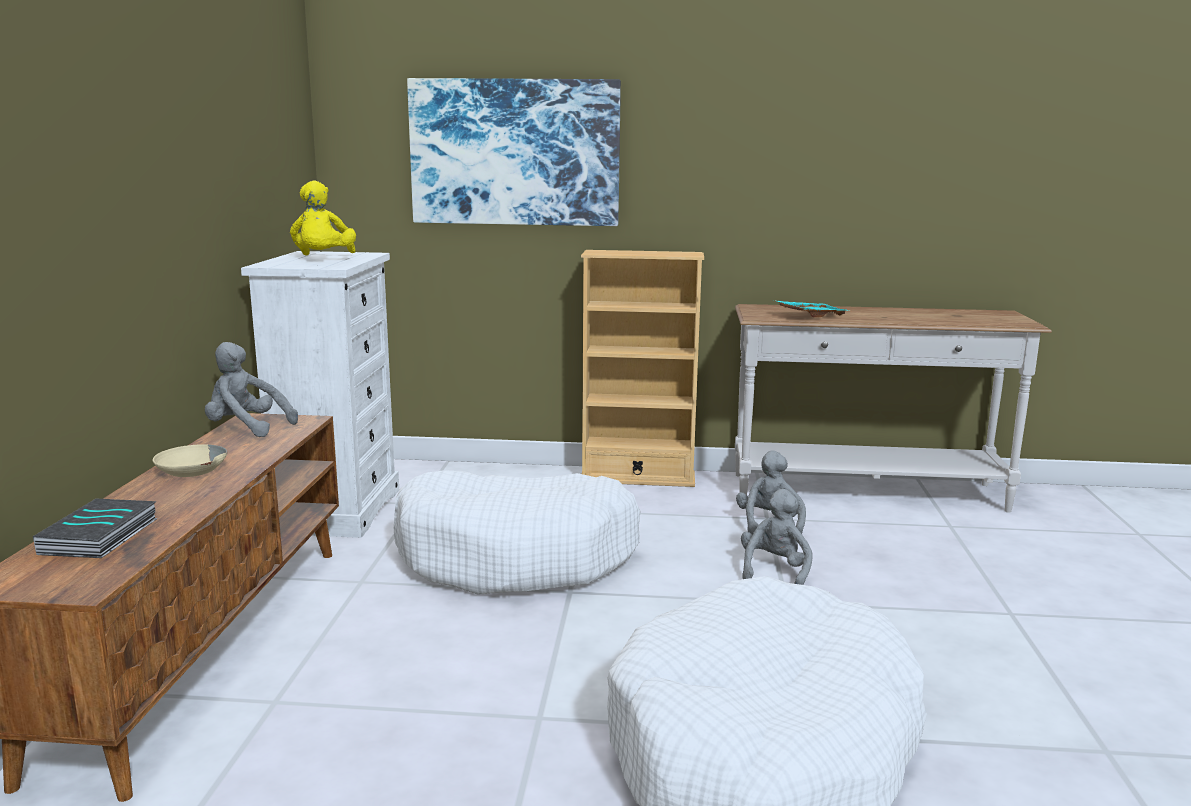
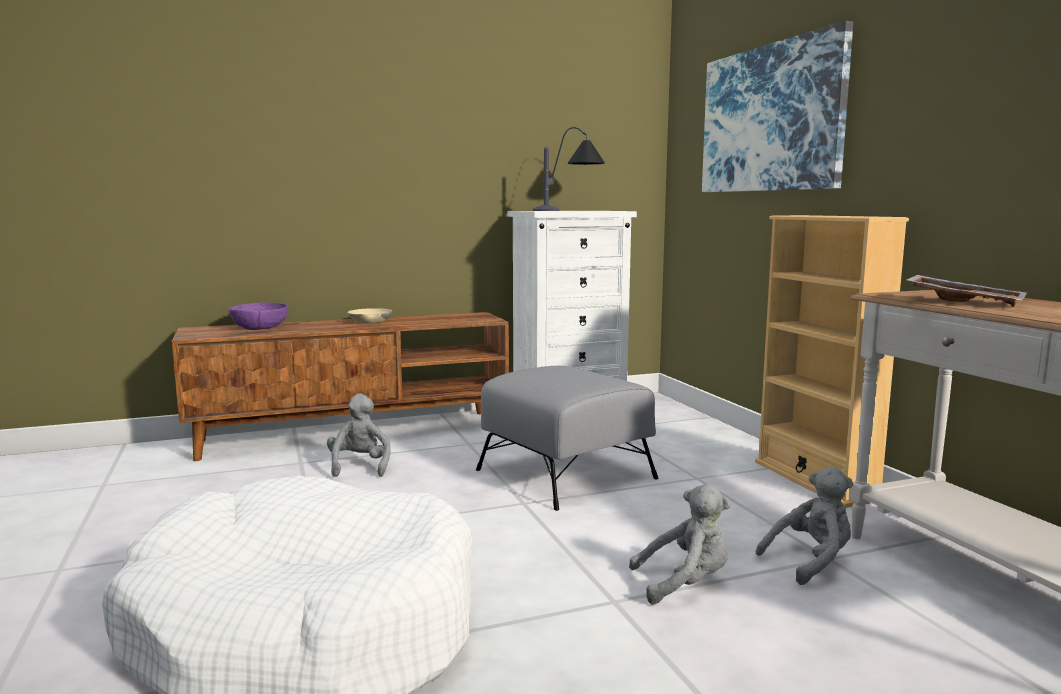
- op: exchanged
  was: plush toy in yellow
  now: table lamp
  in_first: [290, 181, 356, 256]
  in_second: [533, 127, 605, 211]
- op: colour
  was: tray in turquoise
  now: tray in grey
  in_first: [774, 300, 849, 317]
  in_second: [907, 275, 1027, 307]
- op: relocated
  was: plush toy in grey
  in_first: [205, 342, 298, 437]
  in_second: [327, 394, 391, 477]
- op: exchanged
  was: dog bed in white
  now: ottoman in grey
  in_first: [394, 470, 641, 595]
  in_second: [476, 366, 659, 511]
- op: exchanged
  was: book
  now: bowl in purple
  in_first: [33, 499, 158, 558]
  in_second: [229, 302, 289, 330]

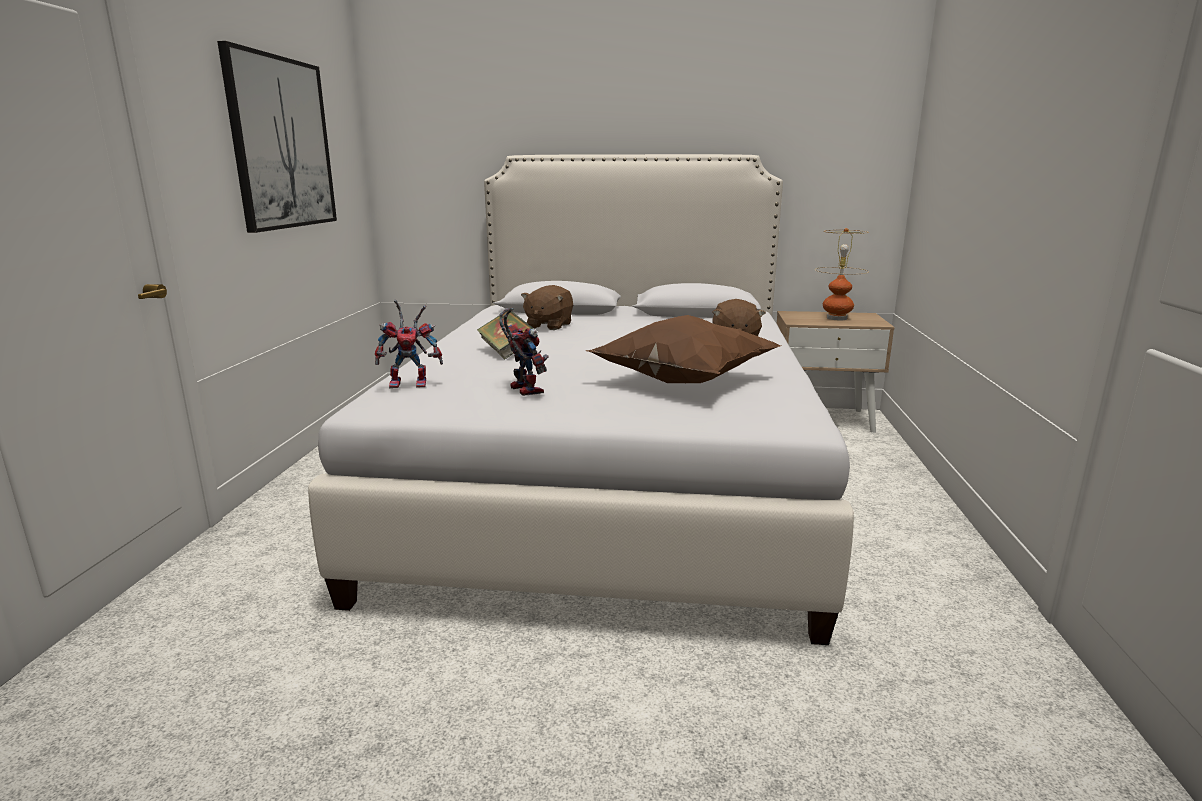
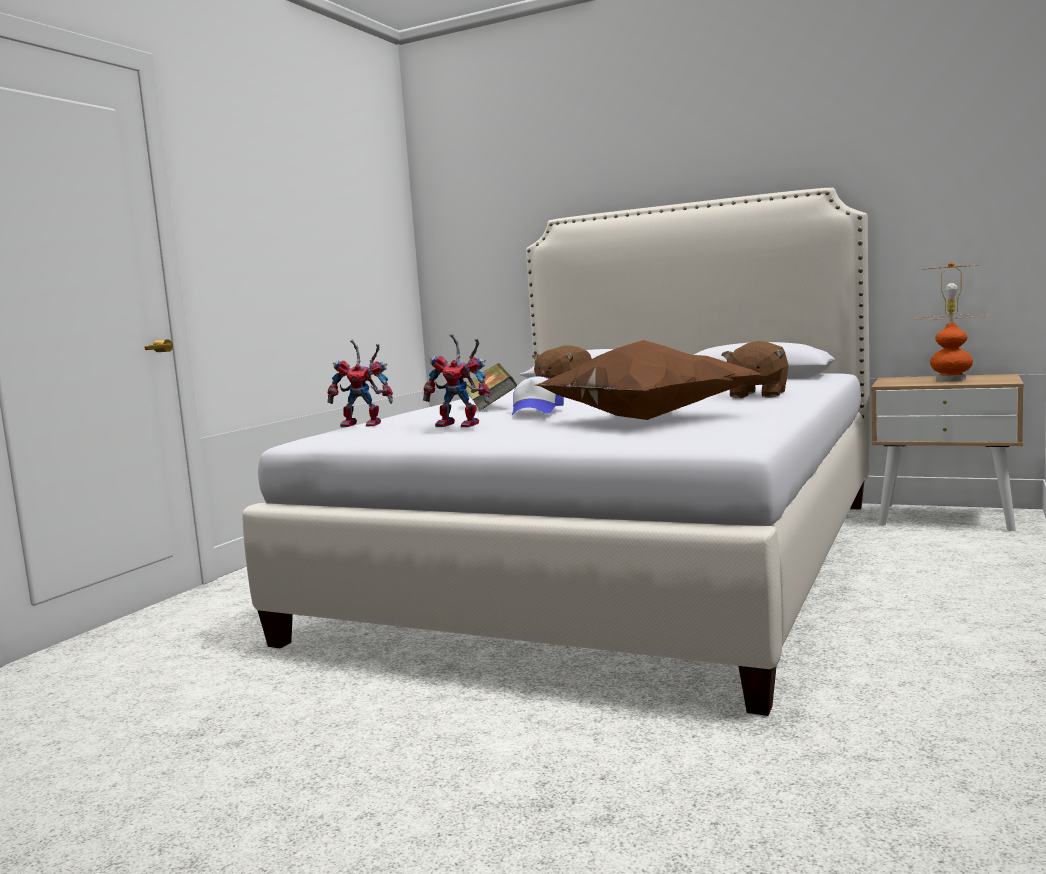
- op: missing
  was: picture
  in_first: [217, 41, 337, 233]
- op: spun
  was: toy robot
  in_first: [499, 308, 549, 396]
  in_second: [423, 334, 490, 427]
  clockwise: 120
- op: appeared
  now: cap
  in_second: [512, 376, 564, 415]

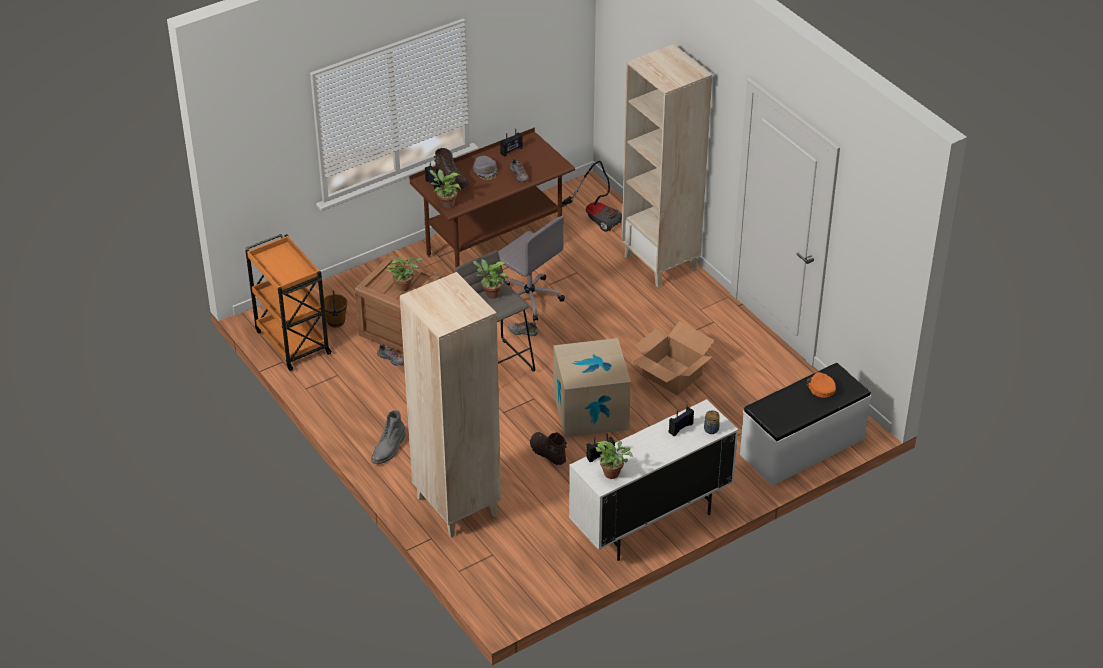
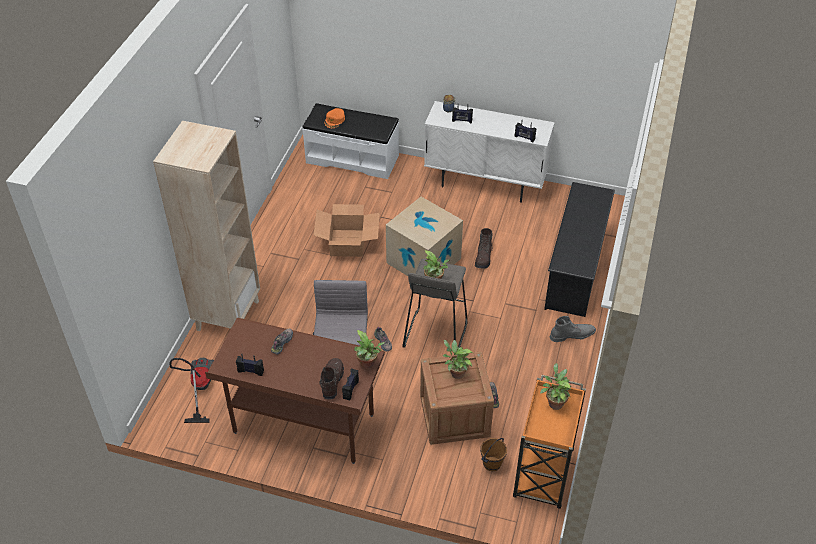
- op: missing
  was: cap in grey
  in_first: [473, 156, 498, 180]
- op: exchanged
  was: bookcase in beige
  now: shoe rack in black
  in_first: [400, 272, 501, 538]
  in_second: [544, 182, 615, 317]
- op: relocated
  was: potted plant
  in_first: [596, 441, 633, 479]
  in_second: [540, 363, 571, 410]

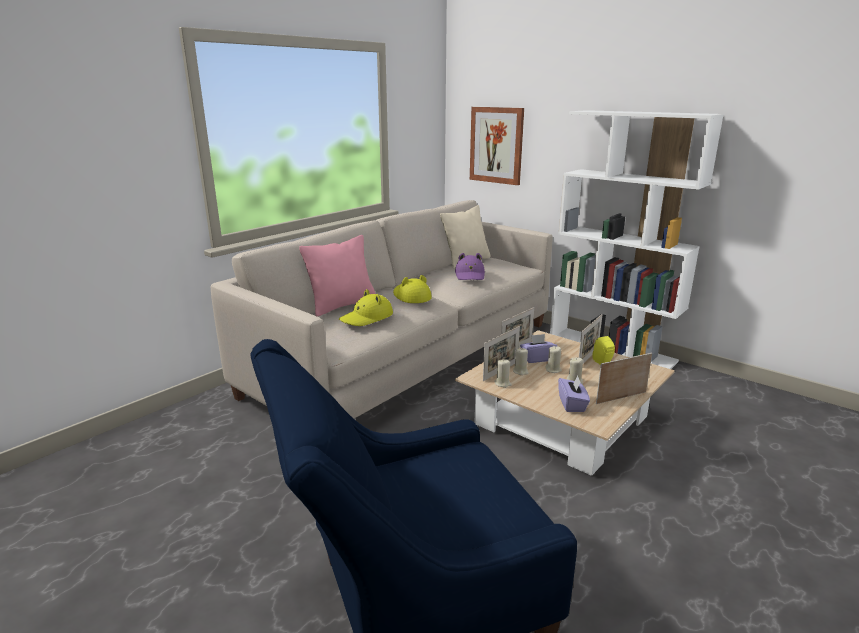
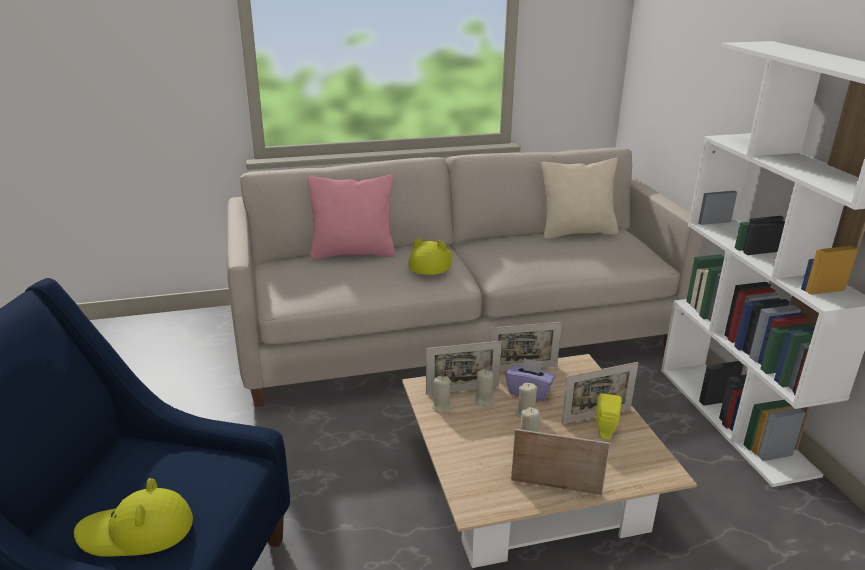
- op: missing
  was: picture
  in_first: [470, 107, 524, 185]
- op: missing
  was: hat in purple
  in_first: [455, 253, 485, 280]
- op: relocated
  was: hat in yellow
  in_first: [339, 289, 393, 326]
  in_second: [74, 478, 193, 557]
- op: missing
  was: tissue box in purple
  in_first: [558, 376, 590, 412]

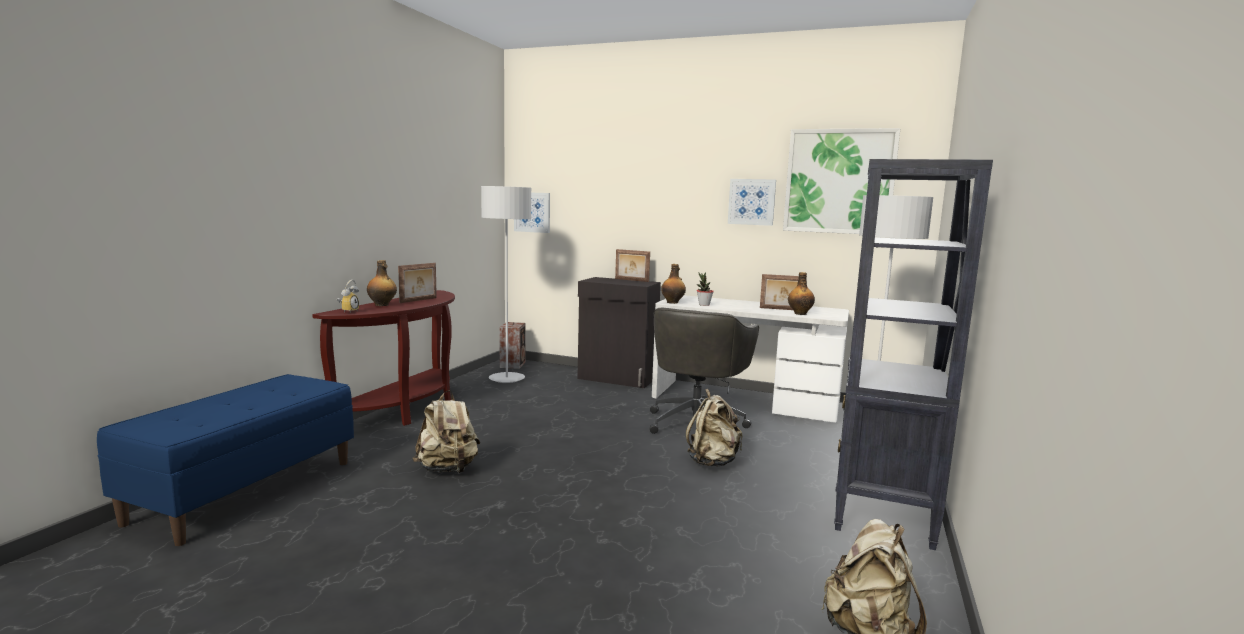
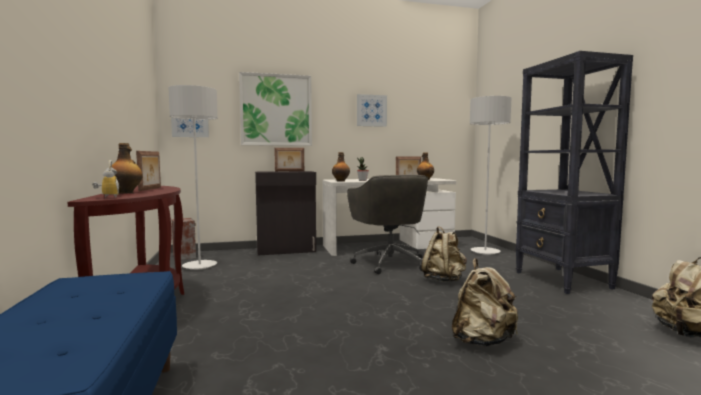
- op: relocated
  was: picture
  in_first: [783, 128, 900, 234]
  in_second: [239, 72, 312, 146]
- op: relocated
  was: backpack in beige
  in_first: [412, 390, 480, 473]
  in_second: [452, 258, 518, 347]

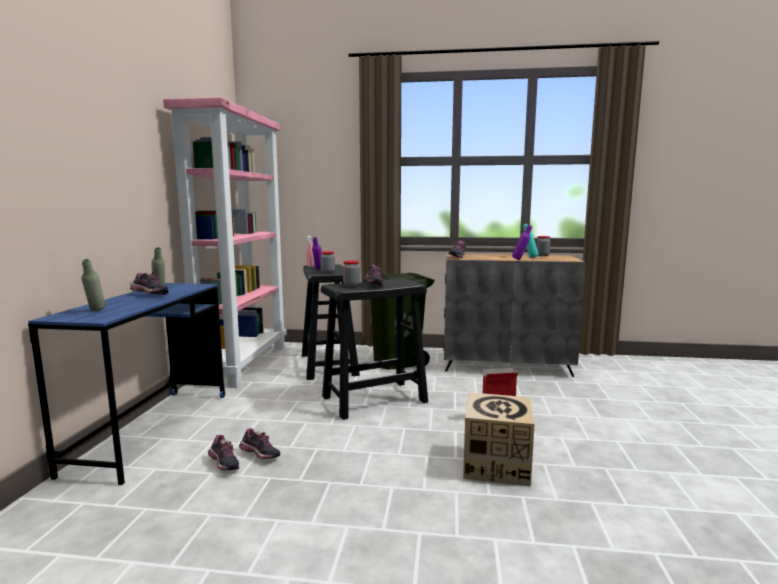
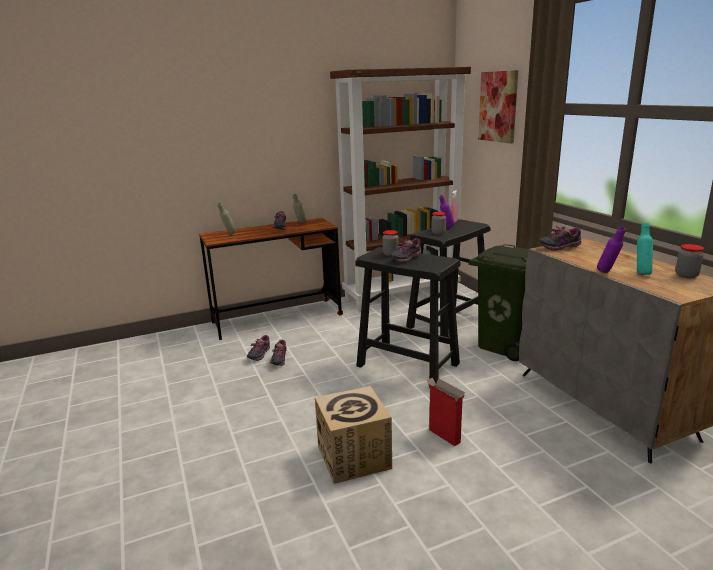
- op: colour
  was: bookcase in pink
  now: bookcase in brown
  in_first: [163, 97, 287, 388]
  in_second: [330, 67, 471, 312]
- op: colour
  was: desk in blue
  now: desk in brown
  in_first: [28, 283, 225, 485]
  in_second: [199, 218, 343, 340]
- op: appeared
  now: picture
  in_second: [478, 70, 518, 144]

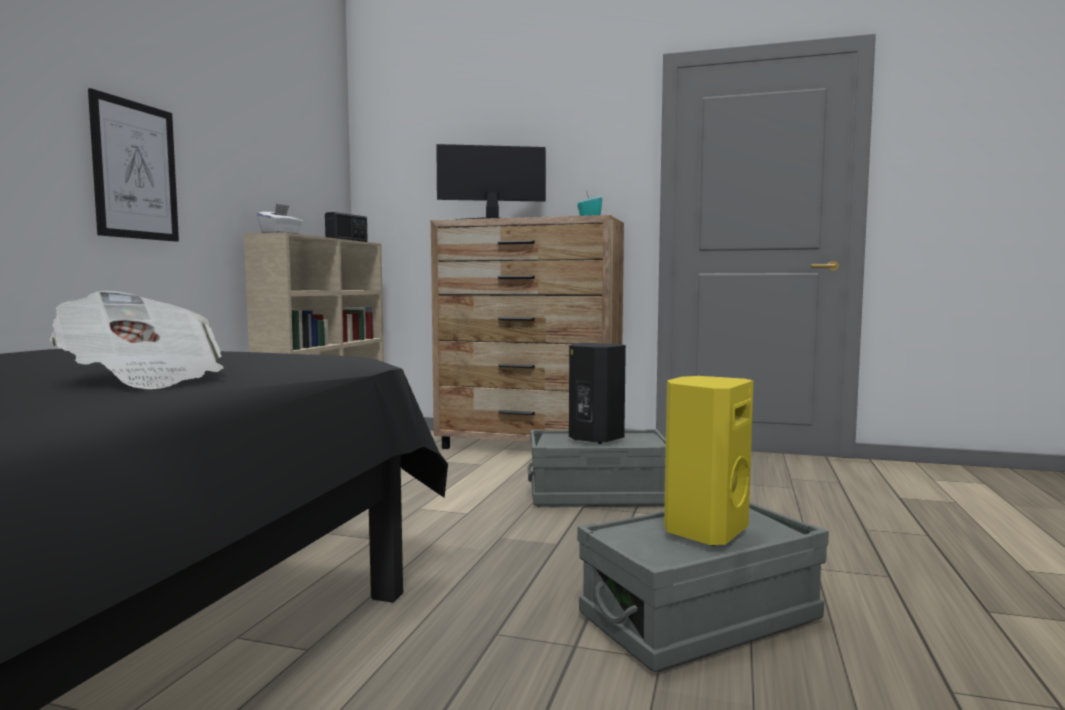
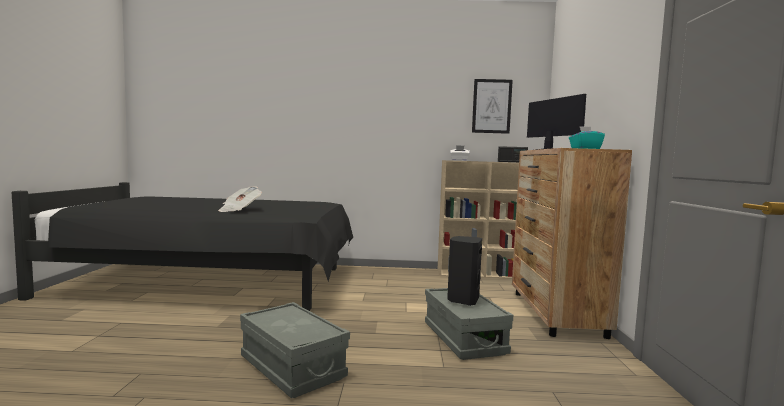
- op: relocated
  was: picture
  in_first: [88, 88, 179, 242]
  in_second: [472, 79, 513, 134]
- op: missing
  was: speaker in yellow
  in_first: [664, 376, 753, 546]

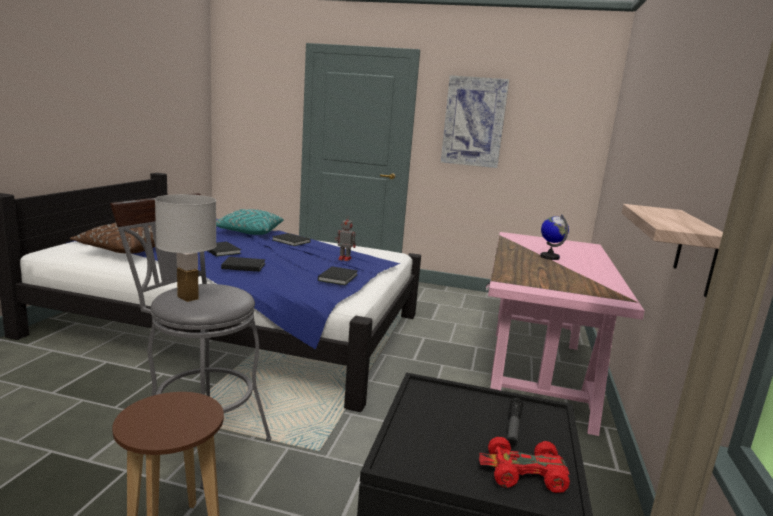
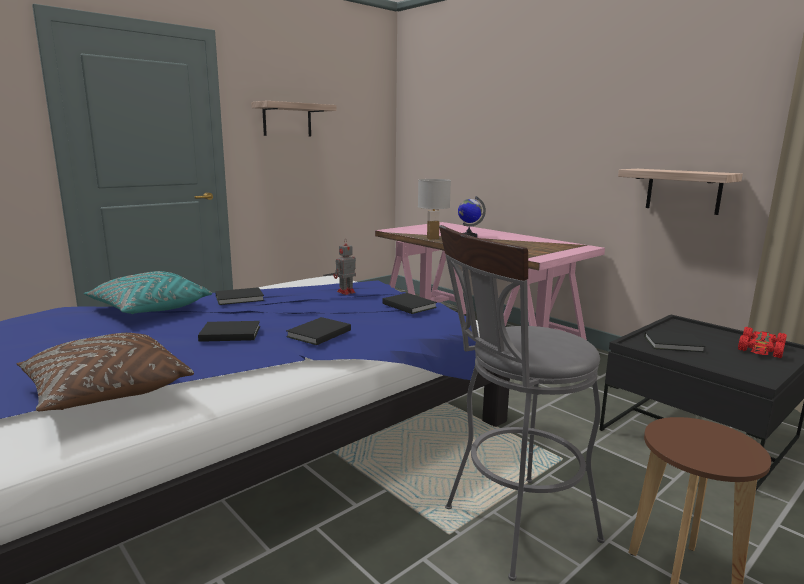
- op: exchanged
  was: picture
  now: shelf
  in_first: [441, 75, 509, 168]
  in_second: [251, 101, 337, 137]
- op: relocated
  was: table lamp in white
  in_first: [155, 194, 217, 302]
  in_second: [418, 179, 451, 240]
- op: missing
  was: flashlight
  in_first: [507, 398, 523, 447]
- op: appeared
  now: book in black
  in_second: [644, 331, 705, 352]

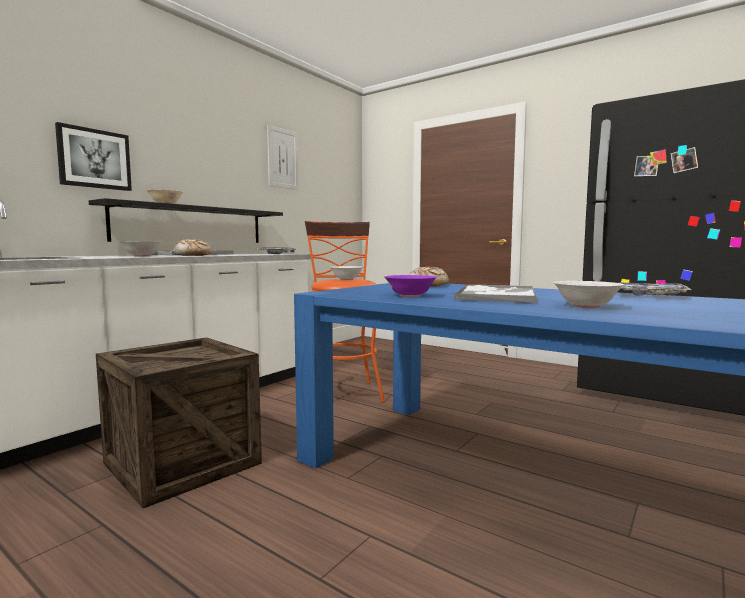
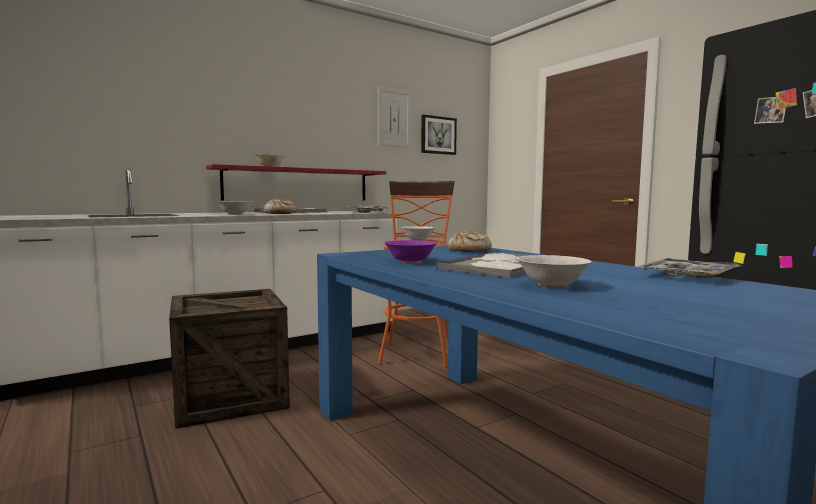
- op: relocated
  was: picture
  in_first: [55, 122, 132, 191]
  in_second: [421, 115, 457, 155]
- op: colour
  was: shelf in black
  now: shelf in red
  in_first: [89, 198, 283, 243]
  in_second: [206, 164, 386, 201]

